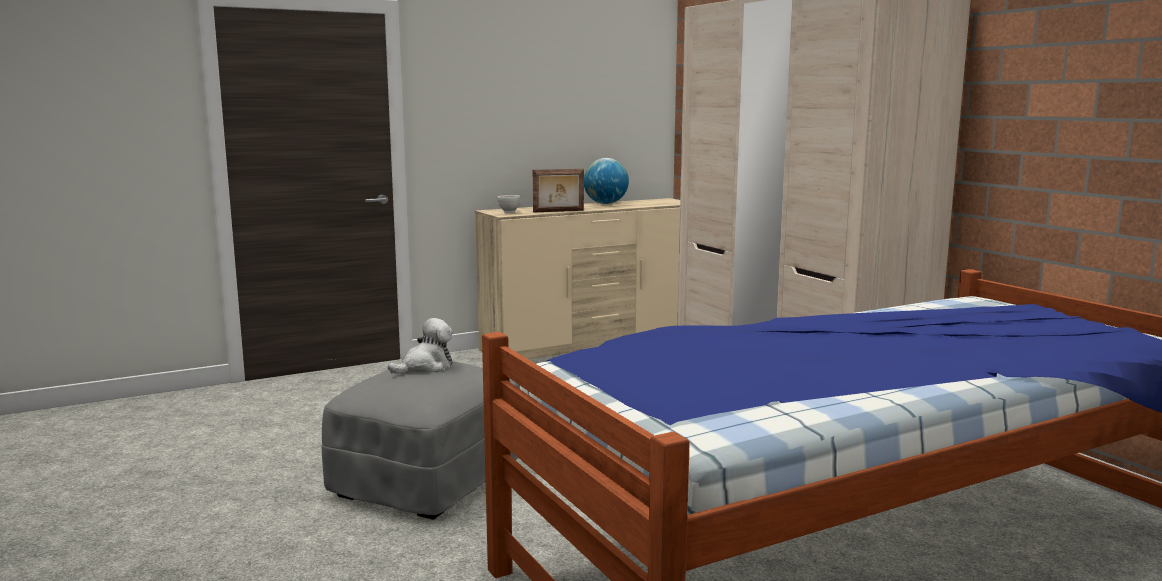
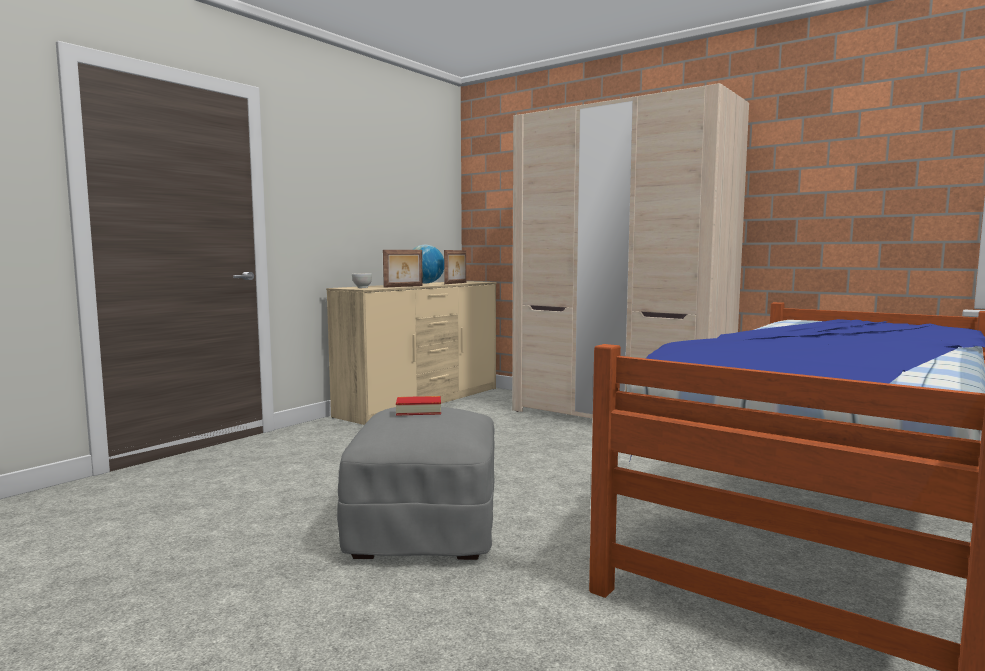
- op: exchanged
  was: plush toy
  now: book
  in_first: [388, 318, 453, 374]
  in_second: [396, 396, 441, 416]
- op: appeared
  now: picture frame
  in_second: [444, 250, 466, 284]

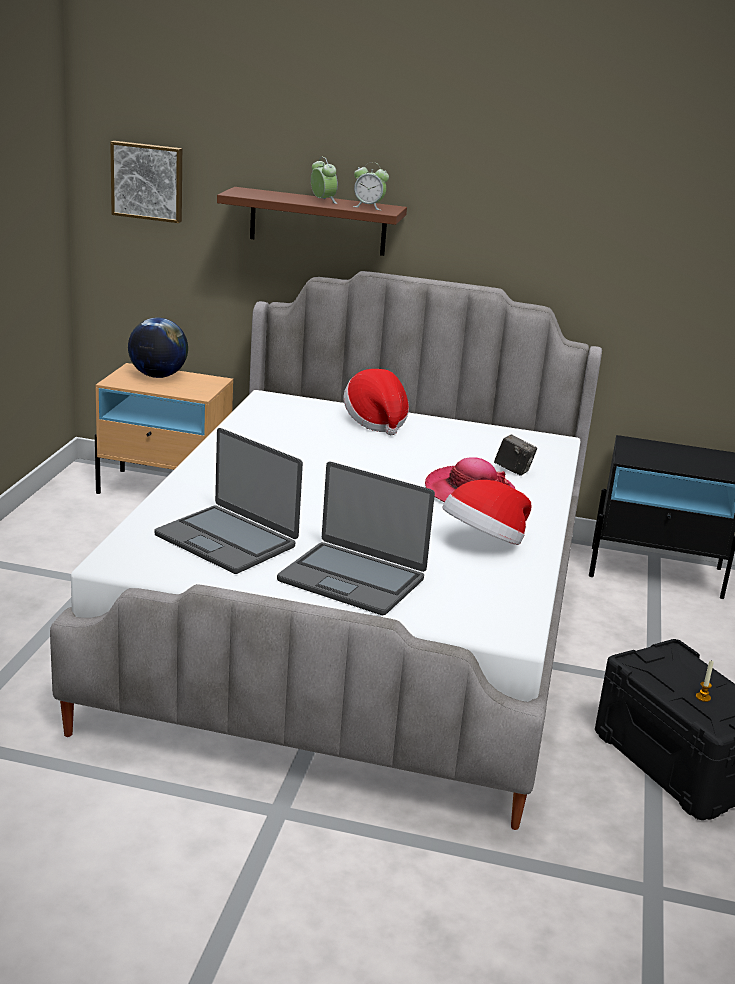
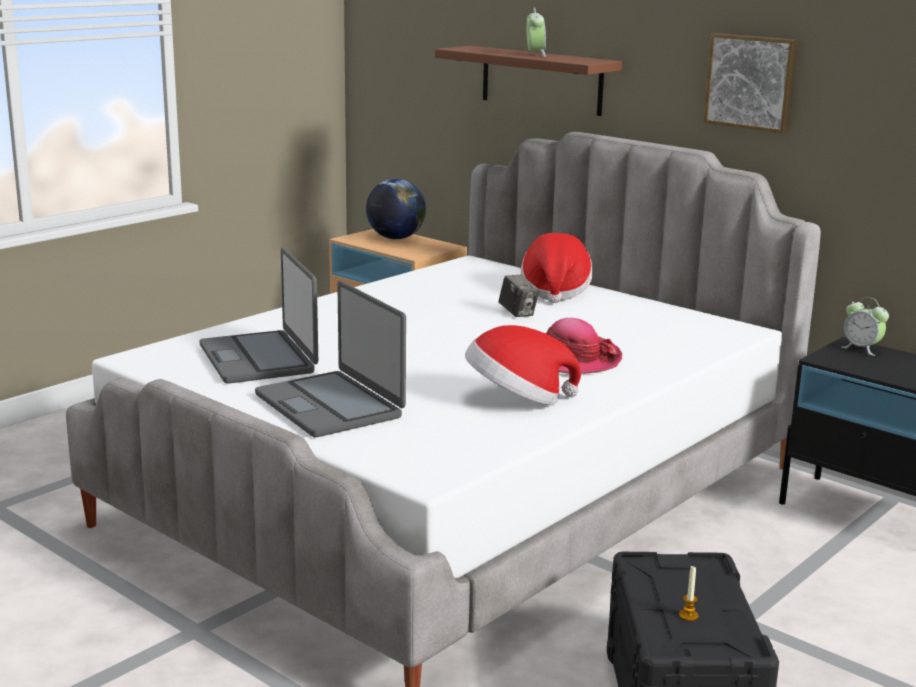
- op: relocated
  was: picture
  in_first: [110, 141, 182, 223]
  in_second: [703, 33, 798, 133]
- op: relocated
  was: alarm clock
  in_first: [353, 162, 389, 210]
  in_second: [841, 297, 889, 356]
- op: relocated
  was: photo camera
  in_first: [494, 435, 537, 476]
  in_second: [498, 275, 539, 317]

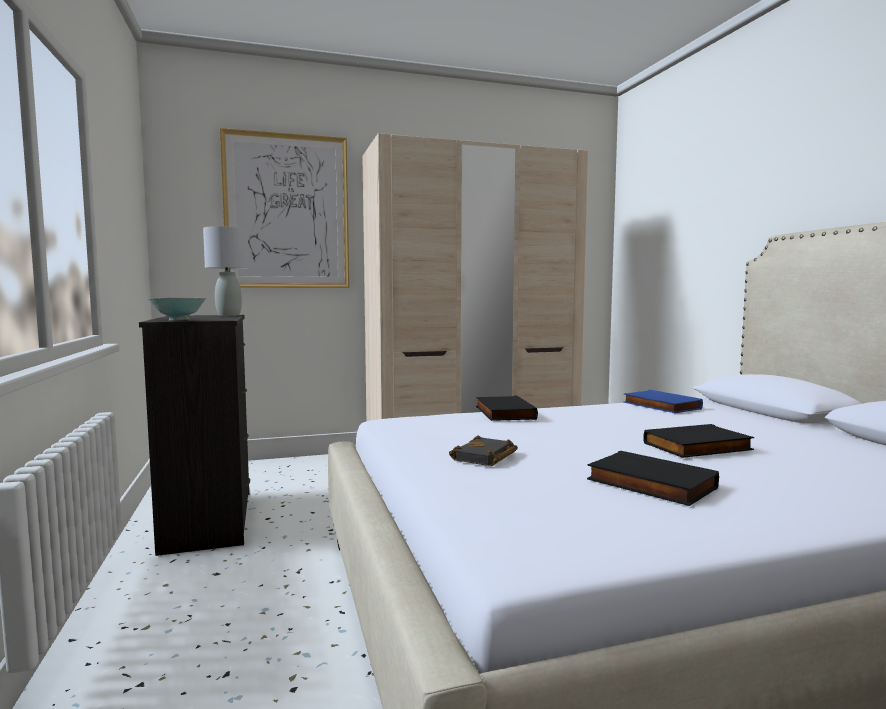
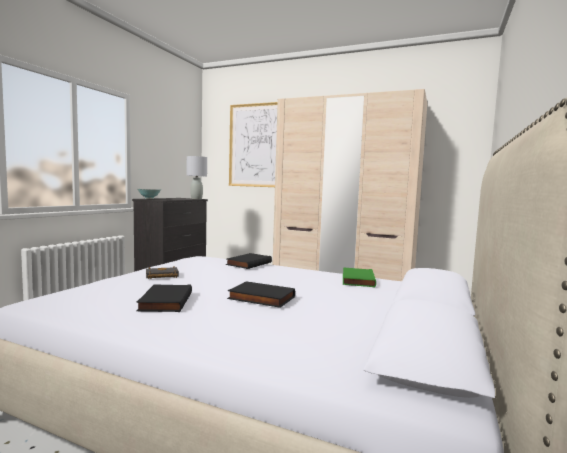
- op: colour
  was: book in blue
  now: book in green
  in_first: [623, 390, 703, 413]
  in_second: [343, 267, 376, 287]

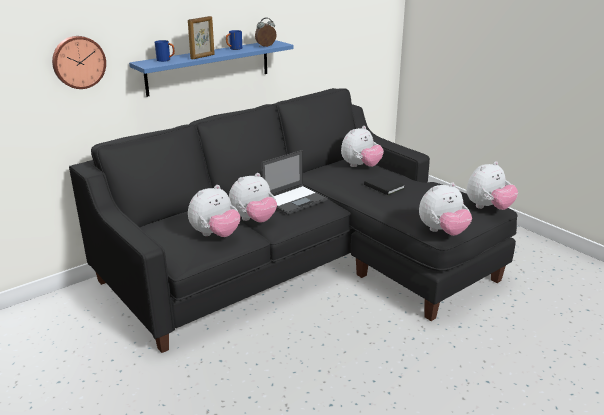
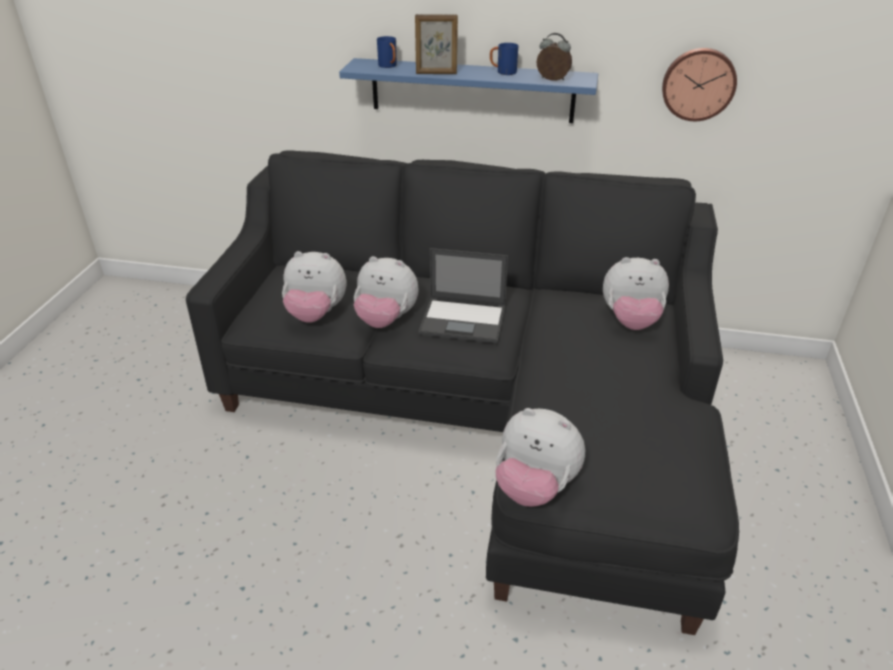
- op: relocated
  was: wall clock
  in_first: [52, 36, 106, 89]
  in_second: [662, 48, 737, 121]
- op: missing
  was: plush toy
  in_first: [467, 161, 518, 210]
- op: missing
  was: book in black
  in_first: [364, 175, 405, 195]

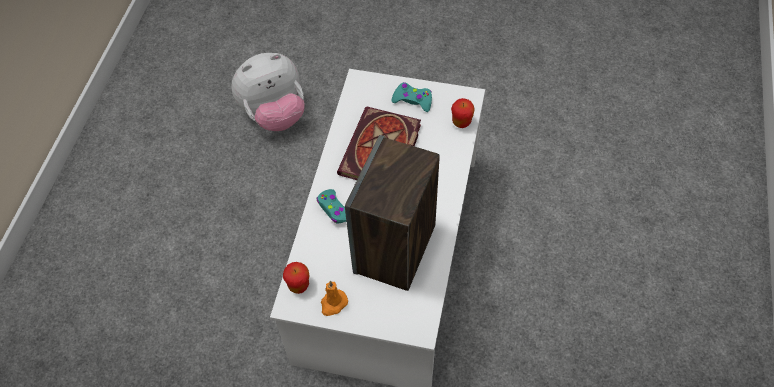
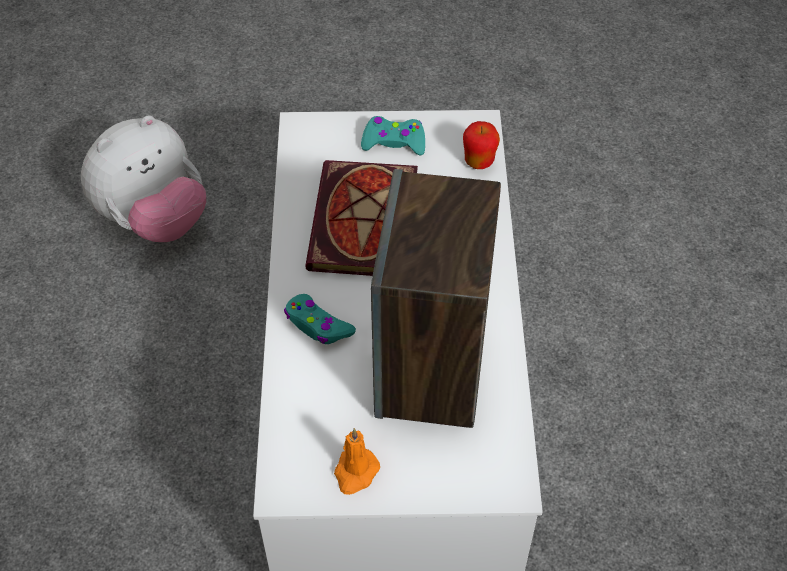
- op: missing
  was: apple
  in_first: [283, 262, 309, 294]

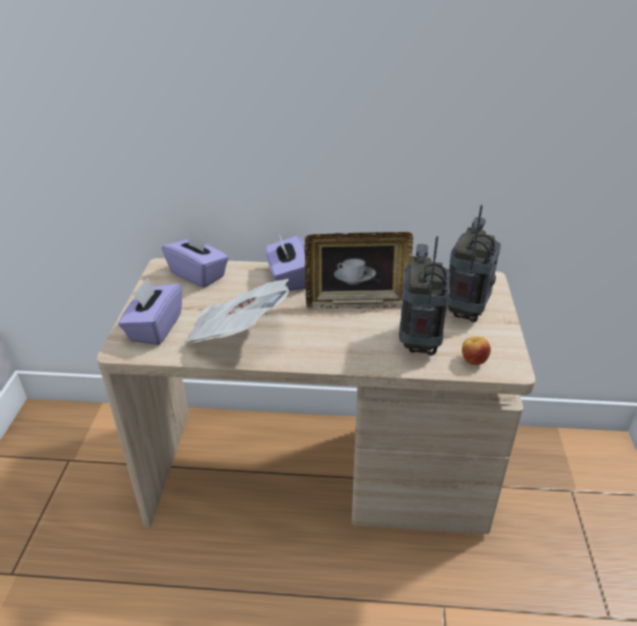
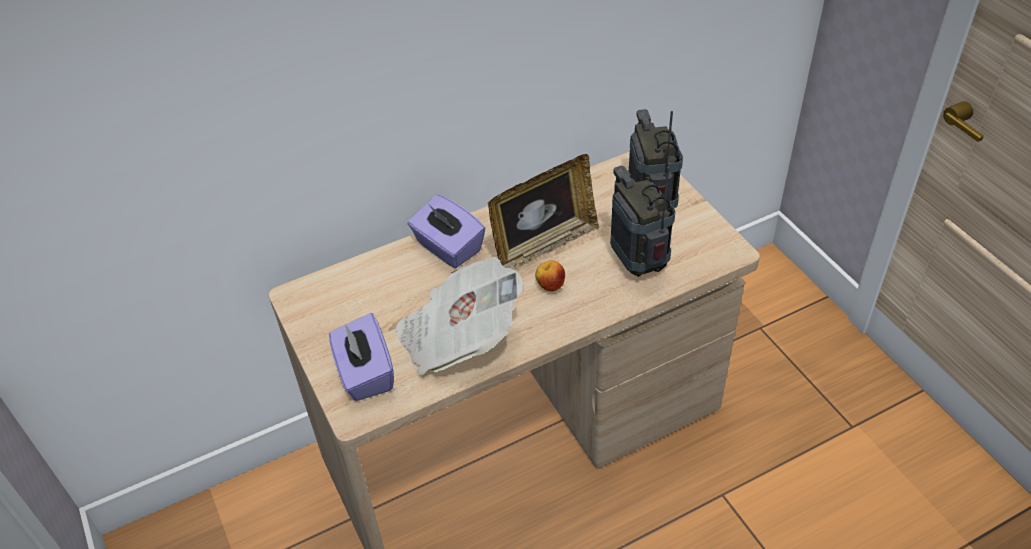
- op: missing
  was: tissue box in purple
  in_first: [162, 229, 229, 288]
- op: relocated
  was: apple
  in_first: [462, 337, 491, 365]
  in_second: [535, 260, 565, 291]

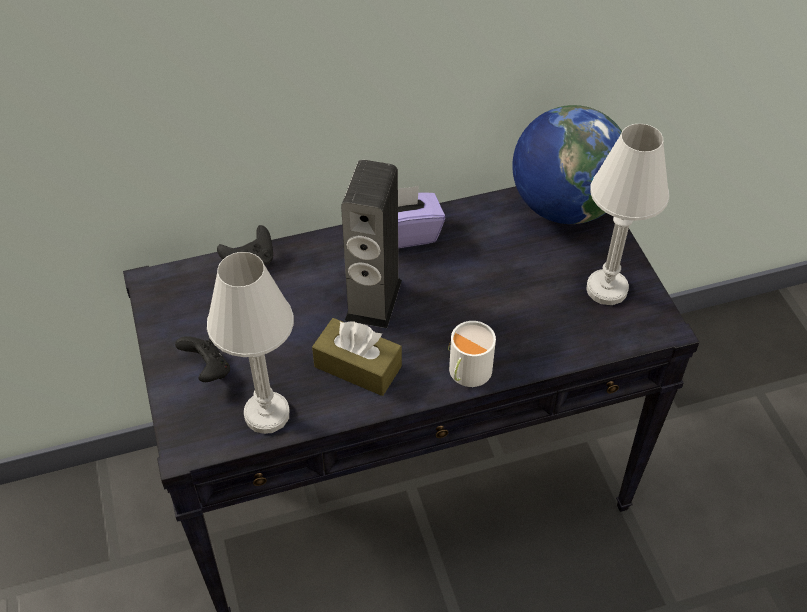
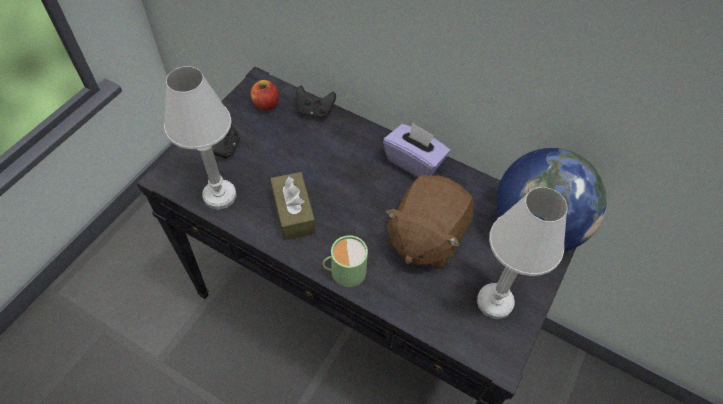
- op: missing
  was: speaker
  in_first: [341, 160, 402, 328]
- op: colour
  was: mug in white
  now: mug in green
  in_first: [448, 321, 496, 387]
  in_second: [322, 235, 368, 287]
- op: appeared
  now: apple
  in_second: [251, 80, 279, 111]
- op: appeared
  now: plush toy in brown
  in_second: [385, 175, 474, 269]

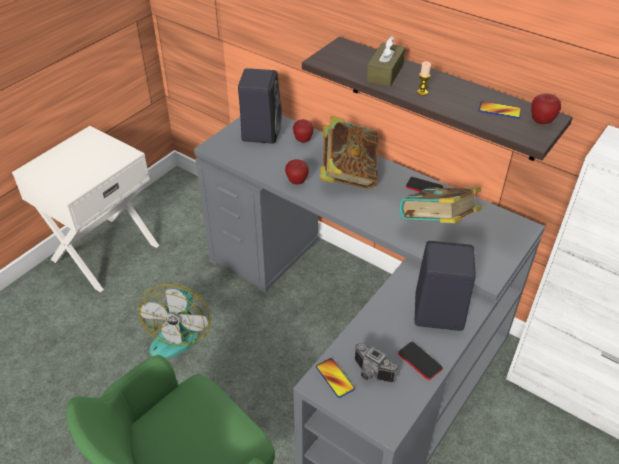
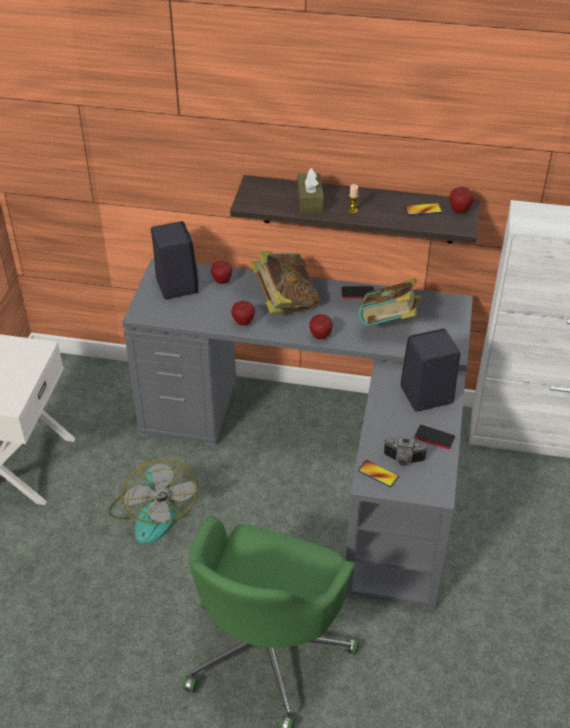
- op: appeared
  now: apple
  in_second: [309, 314, 333, 339]

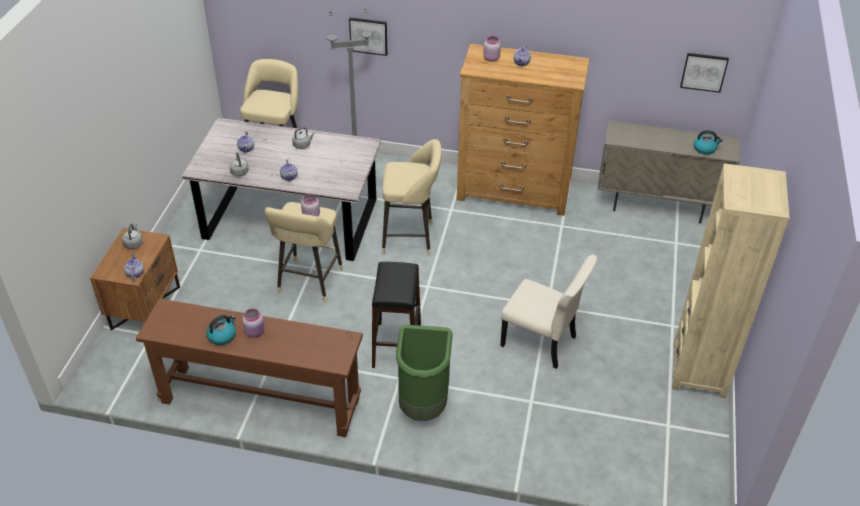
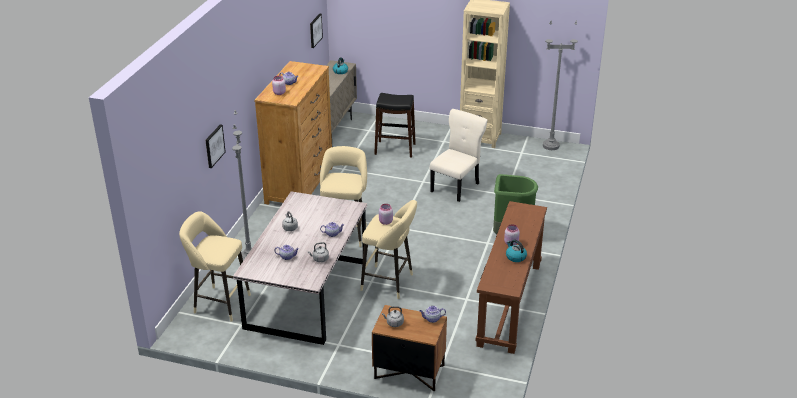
- op: relocated
  was: stool in black
  in_first: [372, 262, 421, 368]
  in_second: [374, 93, 416, 158]
- op: appeared
  now: floor lamp in grey
  in_second: [543, 21, 578, 150]

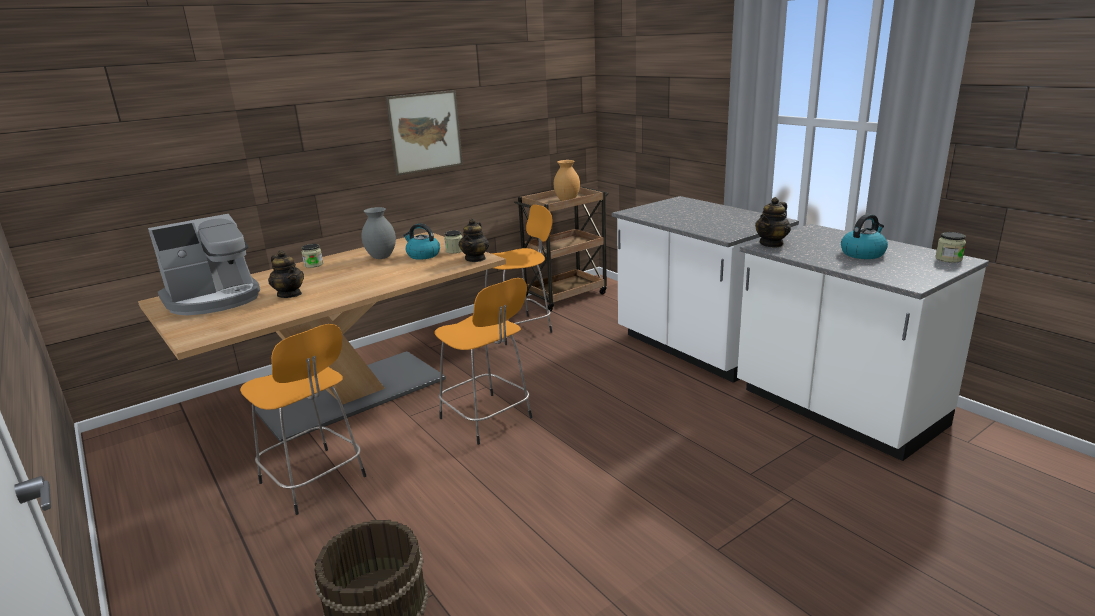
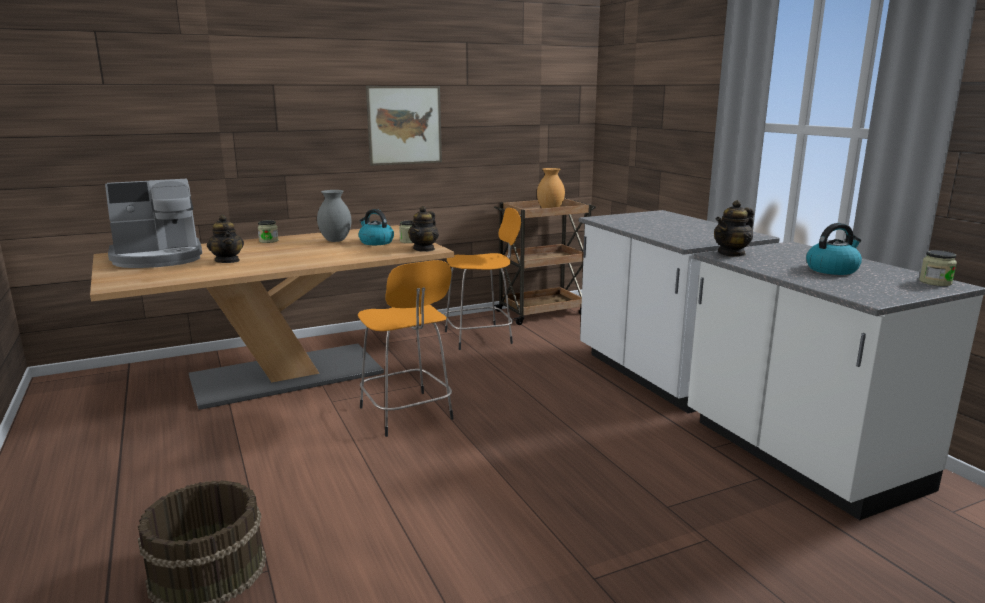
- op: missing
  was: stool in orange
  in_first: [240, 324, 366, 515]

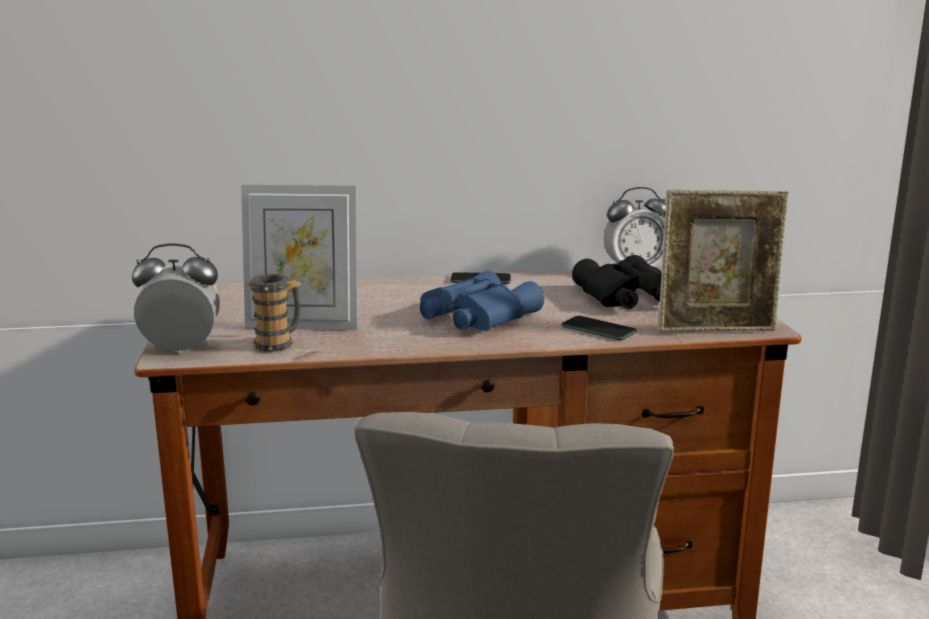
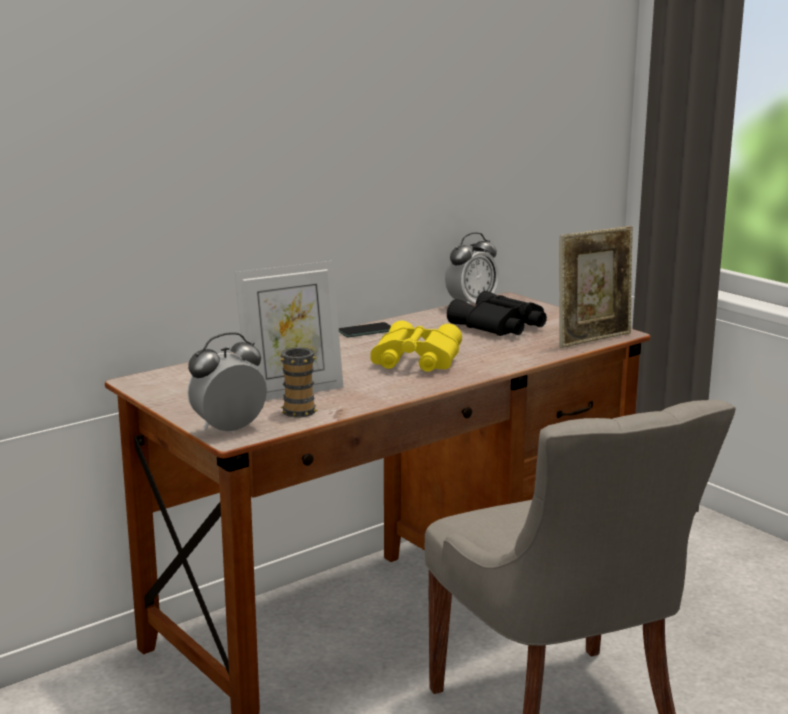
- op: colour
  was: binoculars in blue
  now: binoculars in yellow
  in_first: [420, 271, 544, 331]
  in_second: [370, 320, 462, 372]
- op: missing
  was: phone
  in_first: [561, 316, 637, 340]

